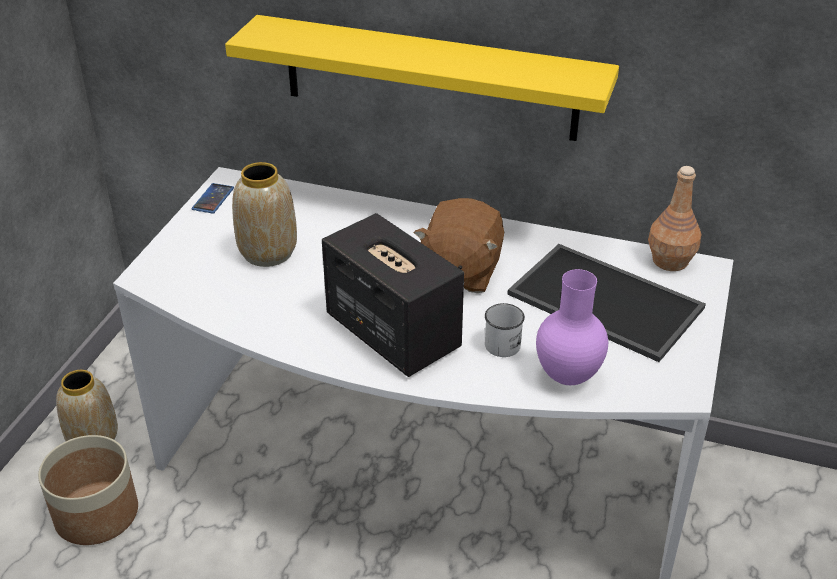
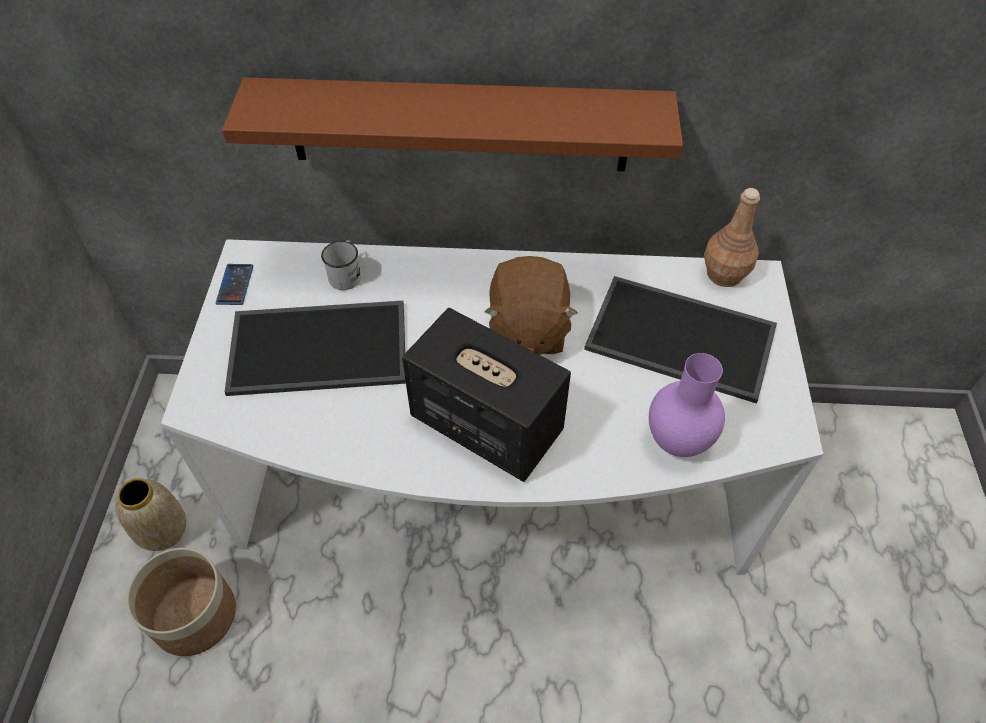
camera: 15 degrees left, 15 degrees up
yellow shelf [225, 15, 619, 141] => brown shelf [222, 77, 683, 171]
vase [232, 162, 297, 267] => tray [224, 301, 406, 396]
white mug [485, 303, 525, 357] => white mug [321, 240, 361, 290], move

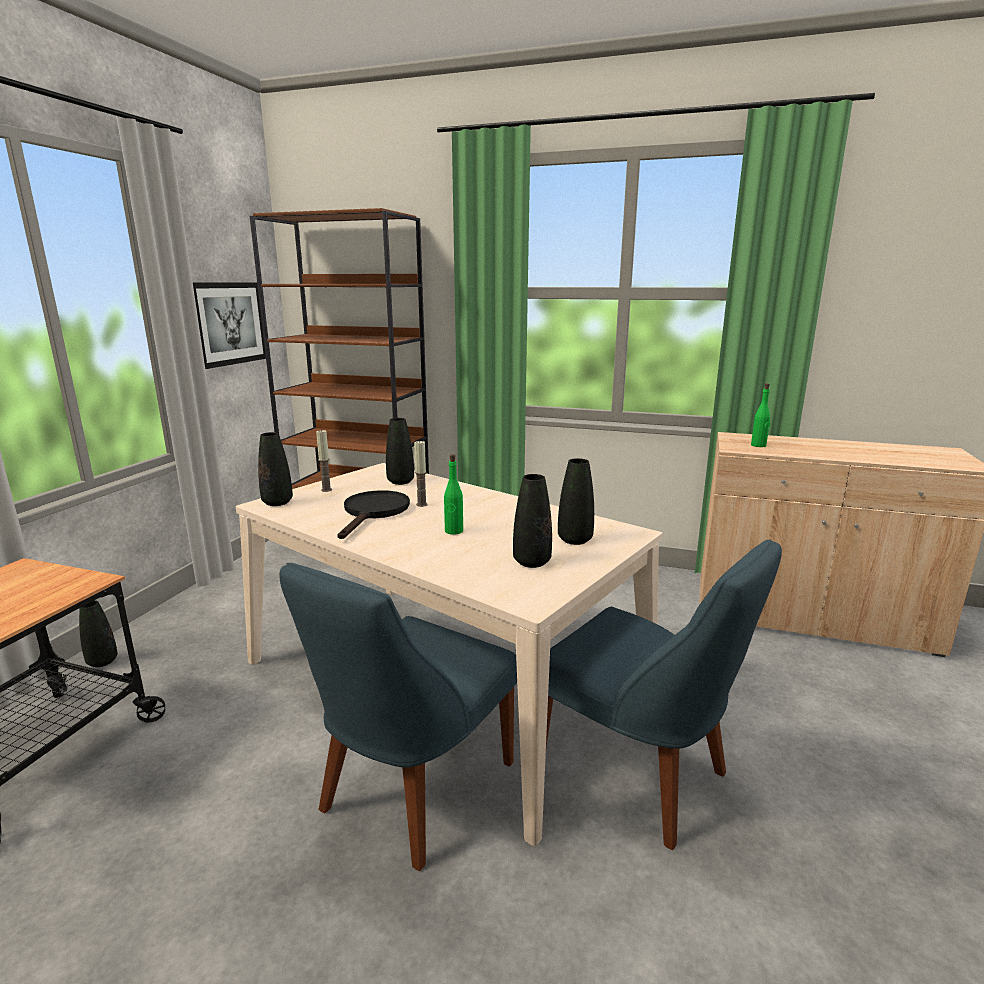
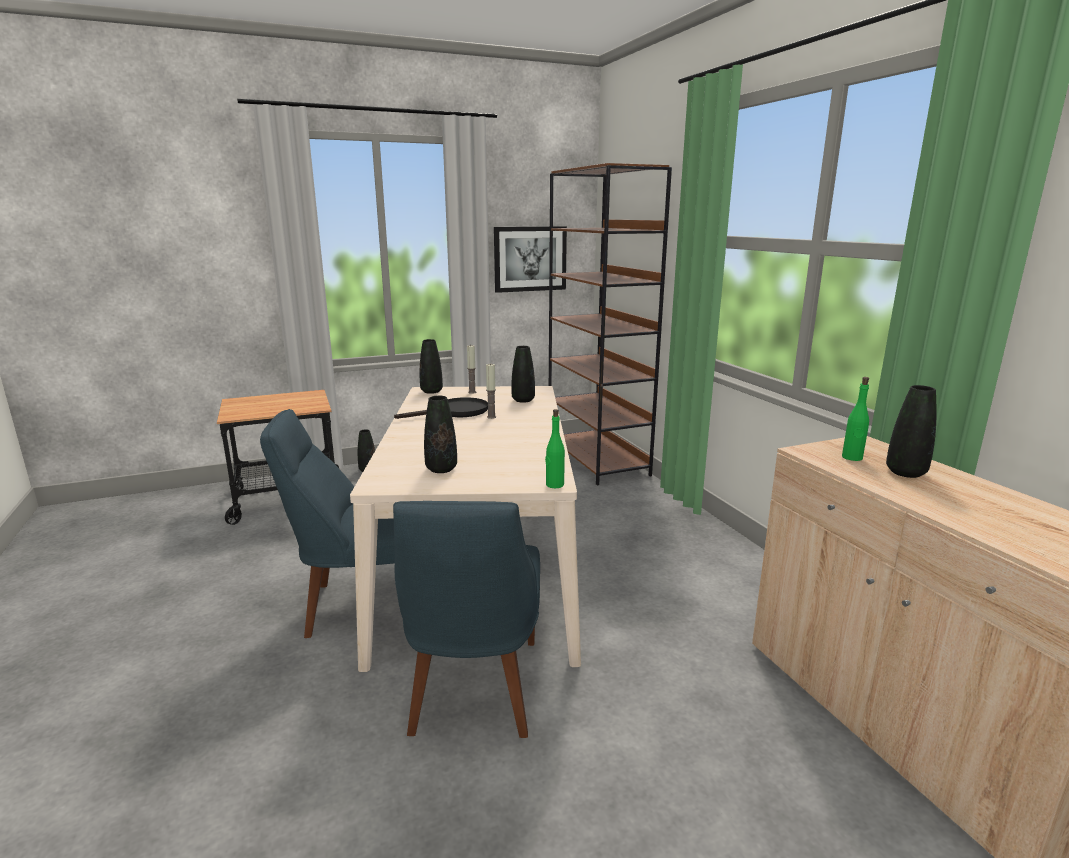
camera: 50 degrees right, 0 degrees up
green bottle [444, 454, 463, 535] => green bottle [545, 409, 565, 488], move
black vase [558, 458, 594, 545] => black vase [886, 385, 937, 478], move

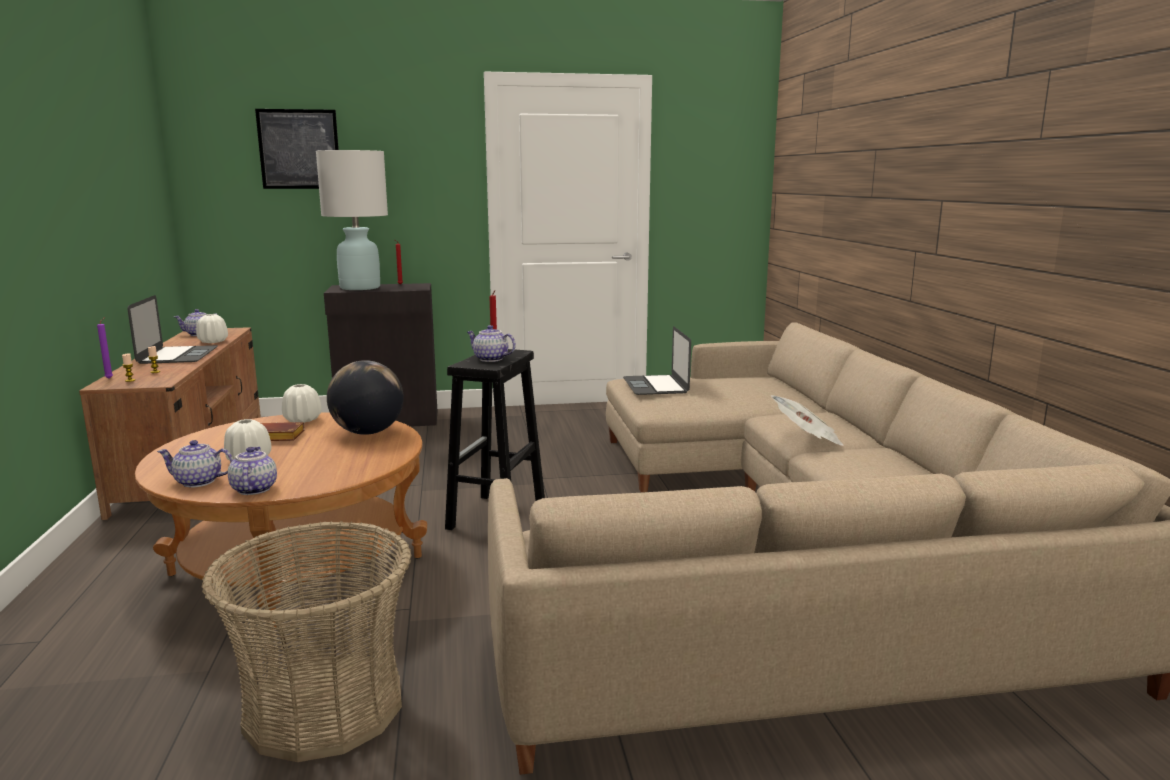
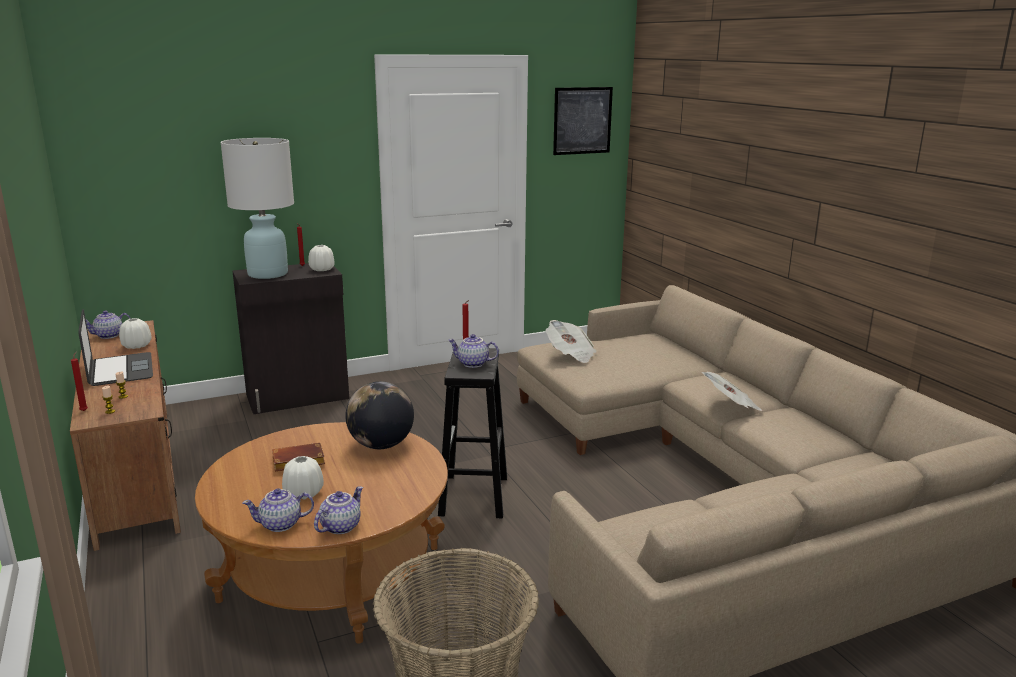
camera: 15 degrees left, 5 degrees up
purple candle [97, 317, 113, 379] => red candle [71, 351, 88, 411]
white vase [282, 384, 322, 423] => white vase [308, 245, 334, 271], move
teapot [228, 447, 277, 495] => teapot [314, 486, 363, 534], 60 degrees clockwise
laptop [623, 326, 691, 395] => newspaper [546, 320, 597, 363]
picture [255, 109, 339, 189] => picture [553, 87, 613, 155], move

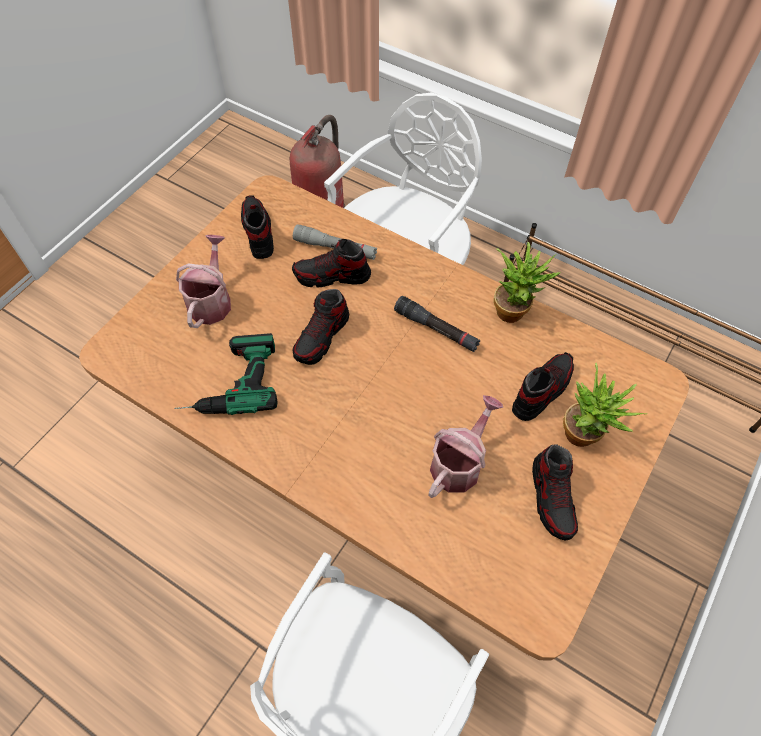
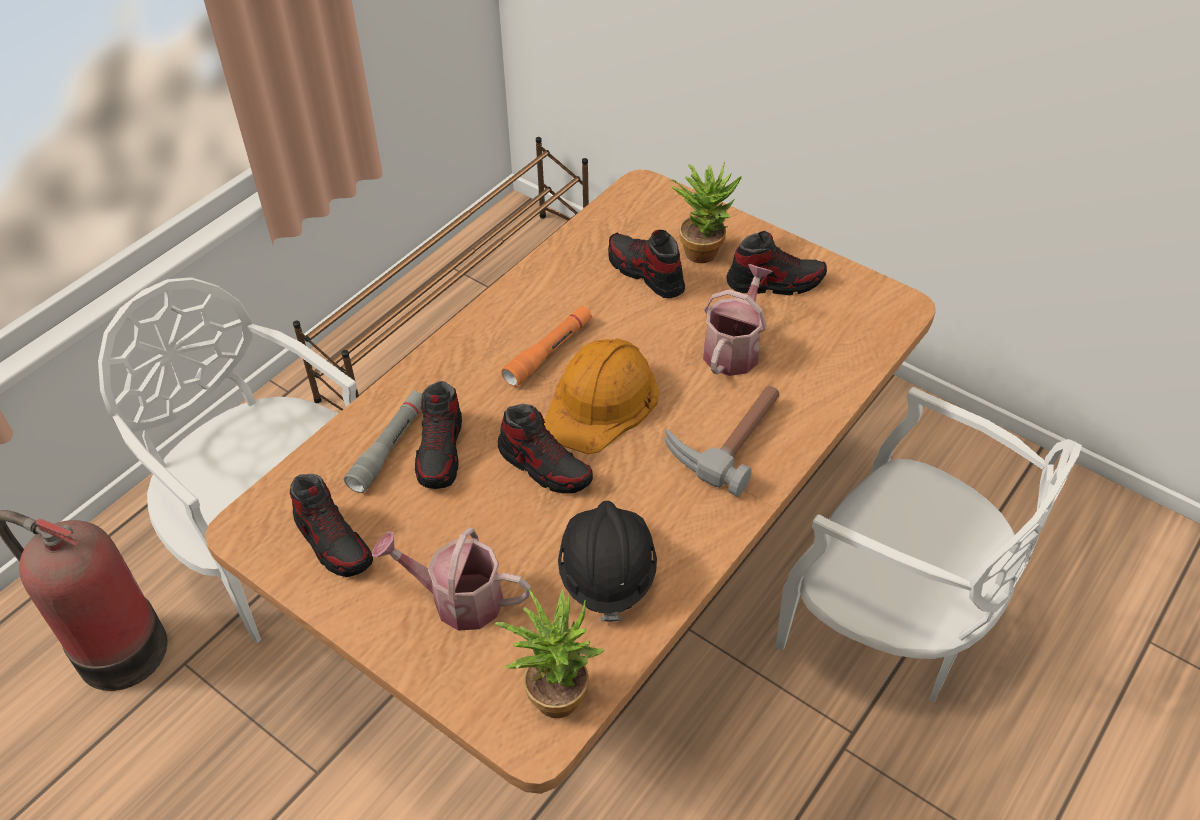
camera: 85 degrees left, 10 degrees down
shoe [241, 195, 274, 259] => shoe [290, 474, 373, 577], 120 degrees counterclockwise
potted plant [494, 242, 561, 323] => potted plant [495, 588, 604, 718], move
black flashlight [394, 296, 480, 352] => orange flashlight [501, 306, 592, 387]
nothing => orange hard hat [544, 338, 659, 454]
power drill [174, 333, 277, 415] => black hard hat [558, 501, 657, 622]
nothing => hammer [665, 385, 779, 497]
watering can [429, 395, 503, 498] => watering can [703, 264, 772, 376], 75 degrees clockwise

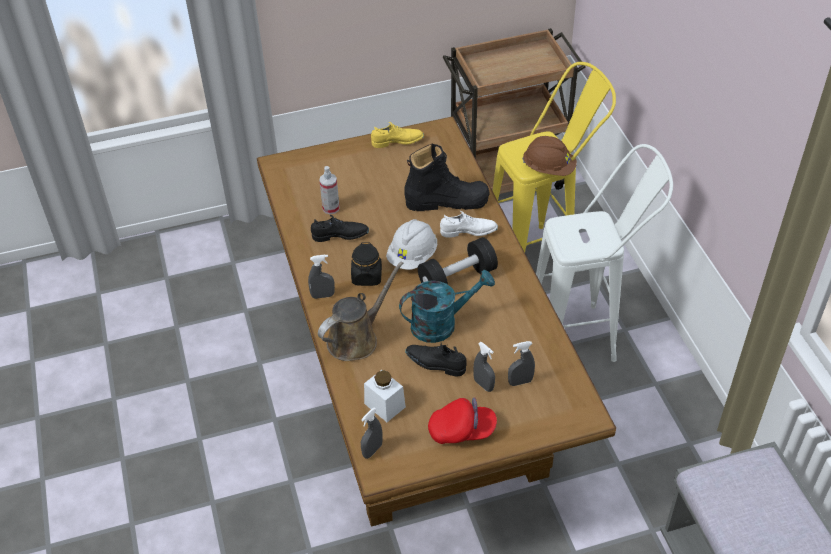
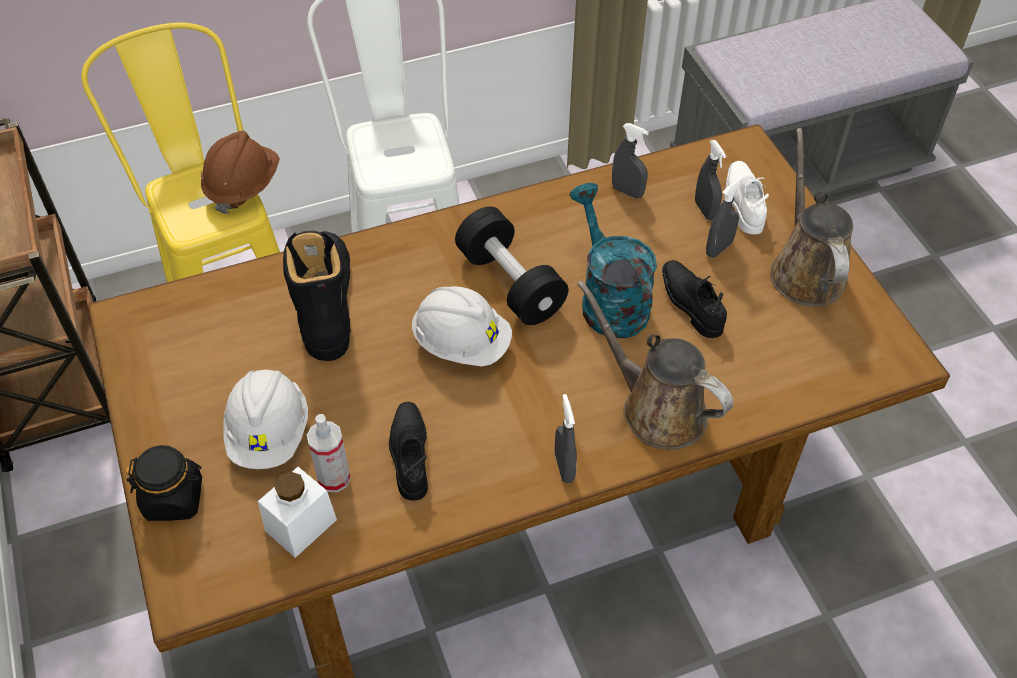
camera: 95 degrees left, 5 degrees up
black jar [351, 242, 382, 286] => black jar [126, 445, 202, 521], move
nothing => white hard hat [223, 370, 308, 469]
white jar [364, 370, 406, 422] => white jar [258, 467, 337, 558], move
grey spray bottle [361, 408, 383, 459] => grey spray bottle [612, 123, 649, 199], move
black shoe [405, 343, 467, 377] => black shoe [662, 260, 727, 338], 135 degrees clockwise
white shoe [440, 211, 498, 238] => white shoe [726, 161, 769, 234], move
red cap [428, 397, 497, 444] => brown watering can [770, 128, 853, 307]
yellow shoe [371, 122, 424, 148] => nothing

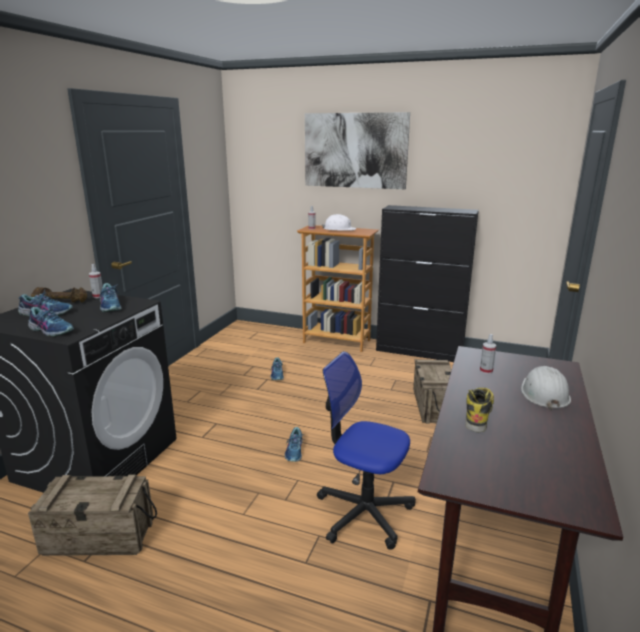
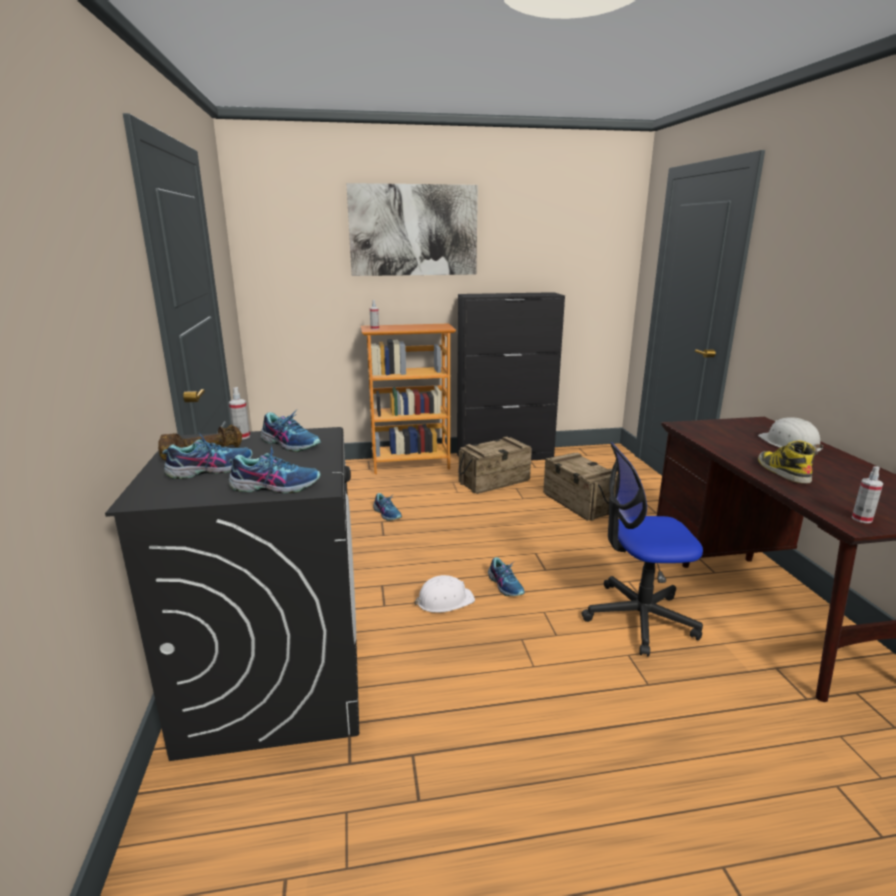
camera: 30 degrees left, 0 degrees up
white hard hat [322, 214, 356, 230] => white hard hat [415, 575, 475, 613], move
crate [28, 475, 157, 556] => crate [458, 436, 532, 494], move
spray bottle [480, 334, 496, 374] => spray bottle [852, 466, 884, 523], move

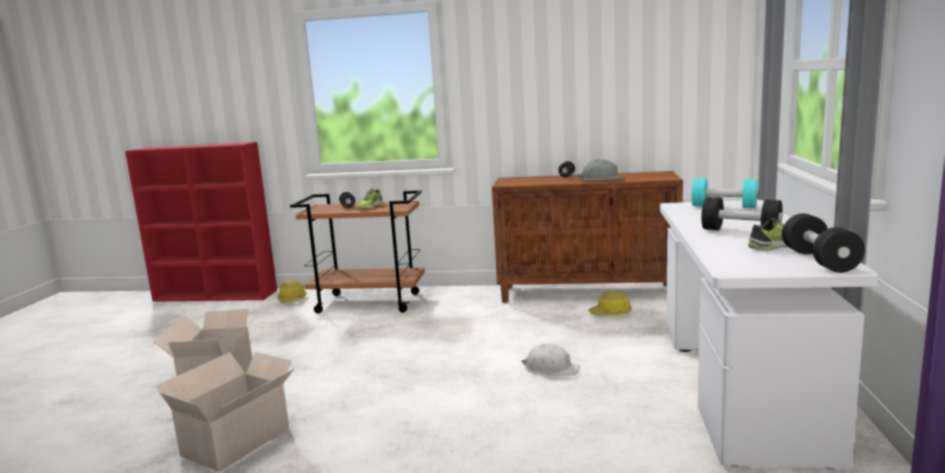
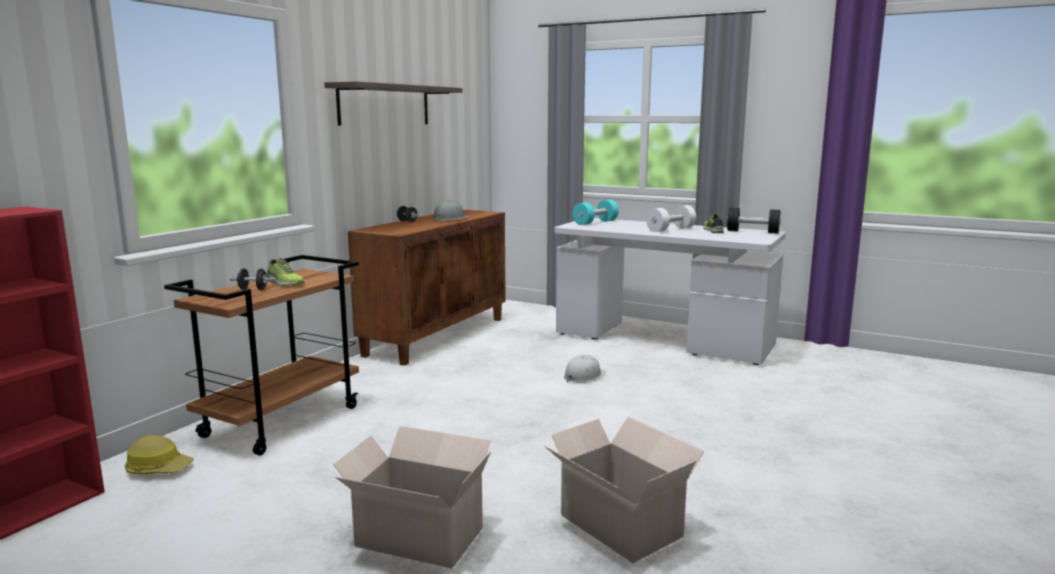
camera: 70 degrees left, 0 degrees up
nothing => shelf [324, 81, 463, 125]
black dumbbell [701, 197, 782, 230] => white dumbbell [646, 205, 696, 232]
hard hat [588, 290, 632, 316] => nothing

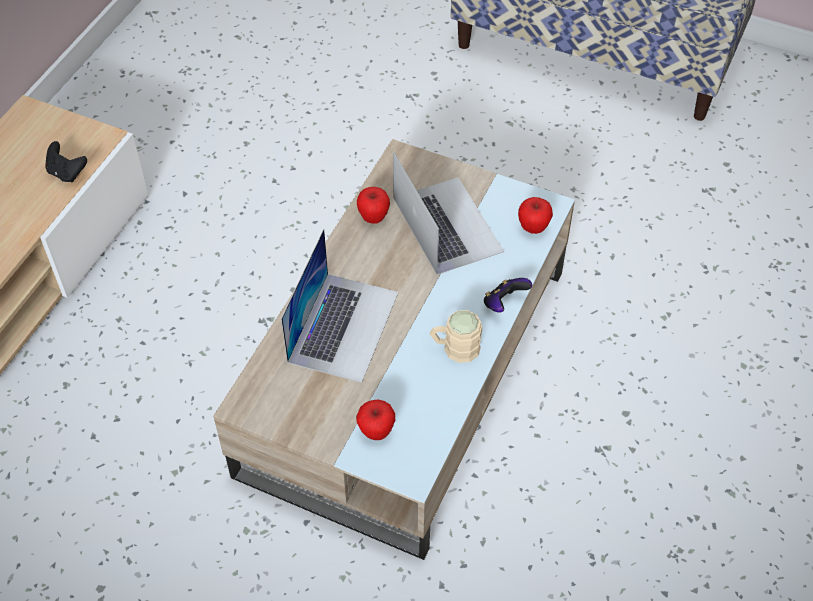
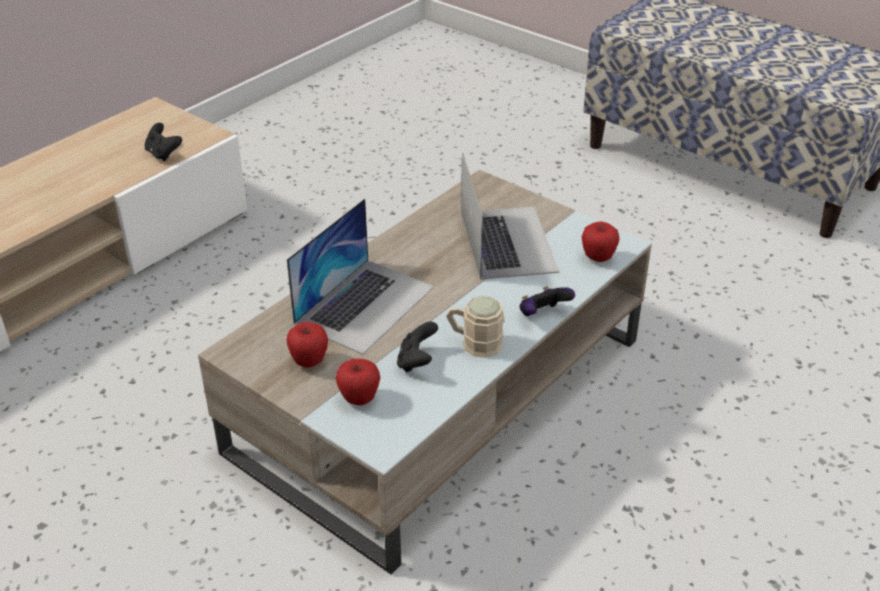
camera: 15 degrees right, 15 degrees down
apple [357, 187, 390, 224] => apple [287, 322, 328, 368], move
nothing => black game controller [397, 322, 438, 372]

